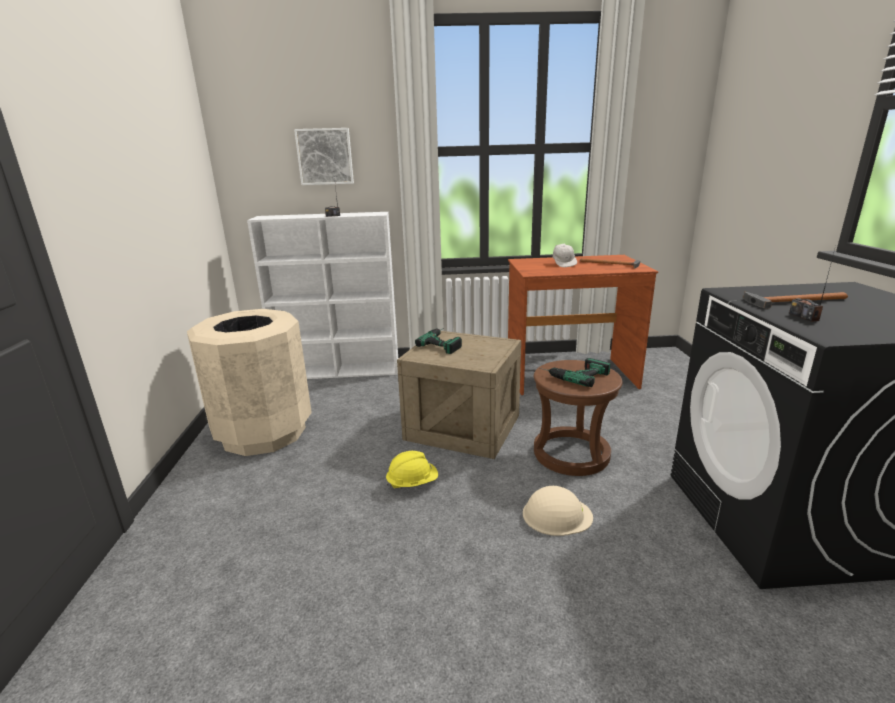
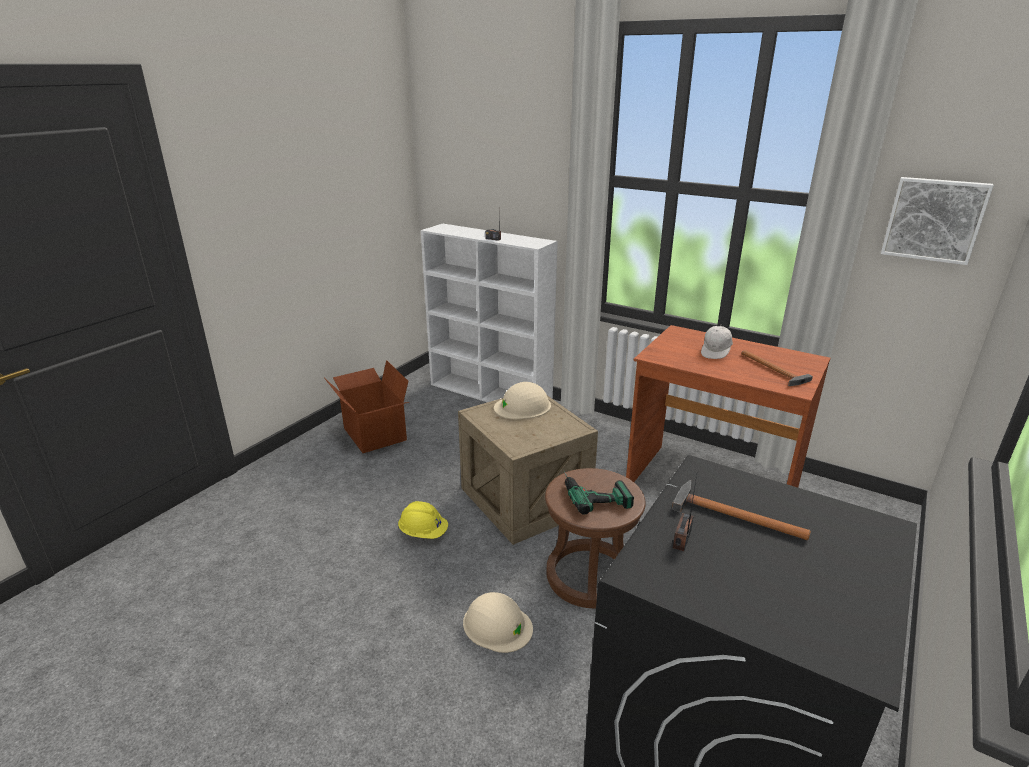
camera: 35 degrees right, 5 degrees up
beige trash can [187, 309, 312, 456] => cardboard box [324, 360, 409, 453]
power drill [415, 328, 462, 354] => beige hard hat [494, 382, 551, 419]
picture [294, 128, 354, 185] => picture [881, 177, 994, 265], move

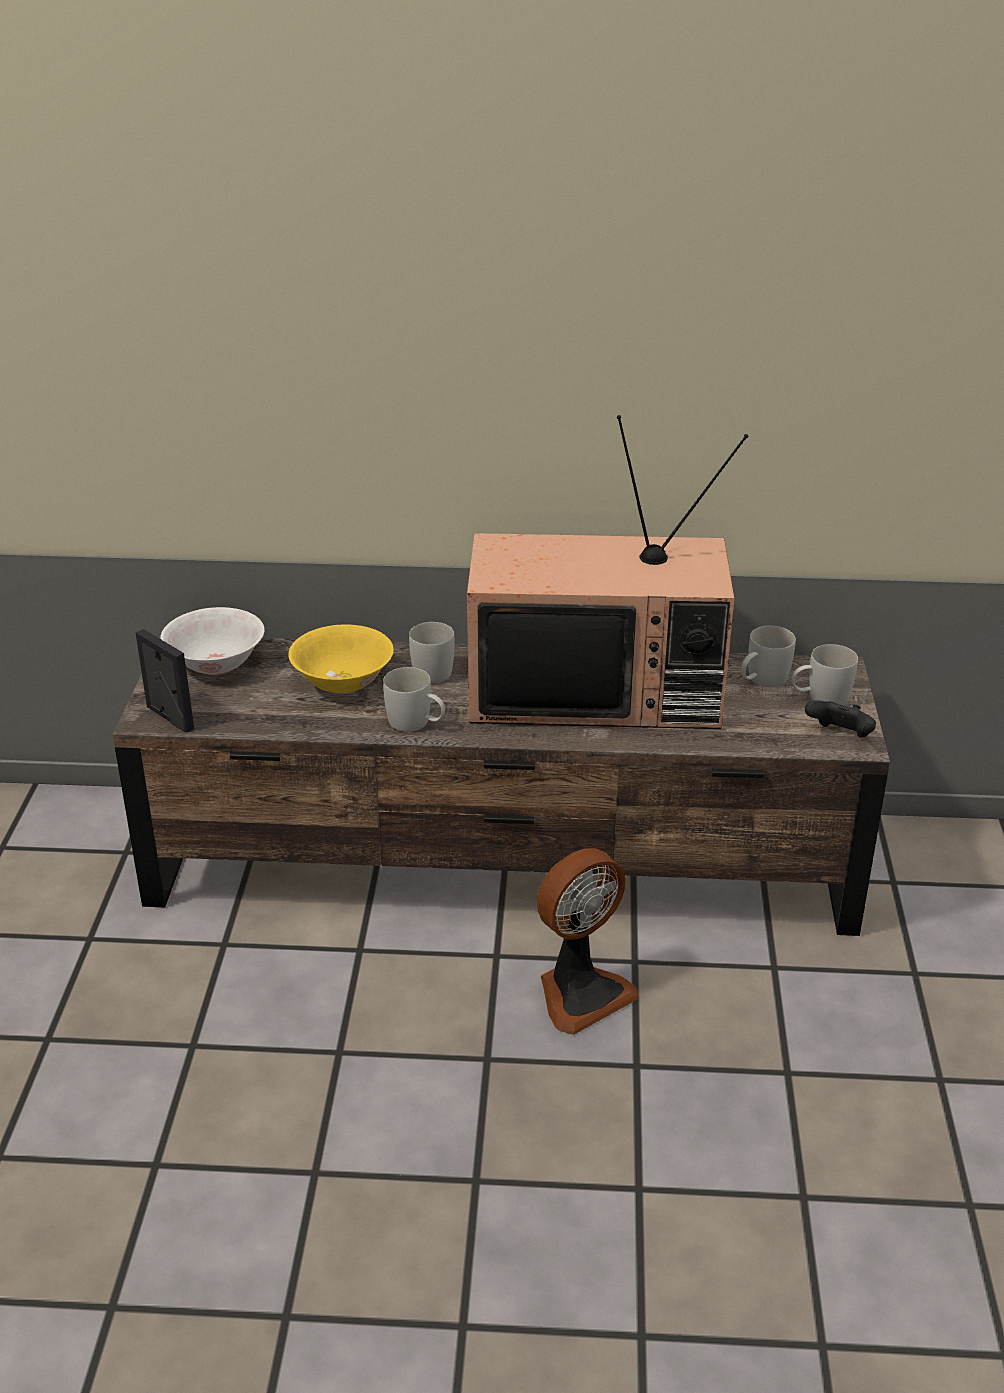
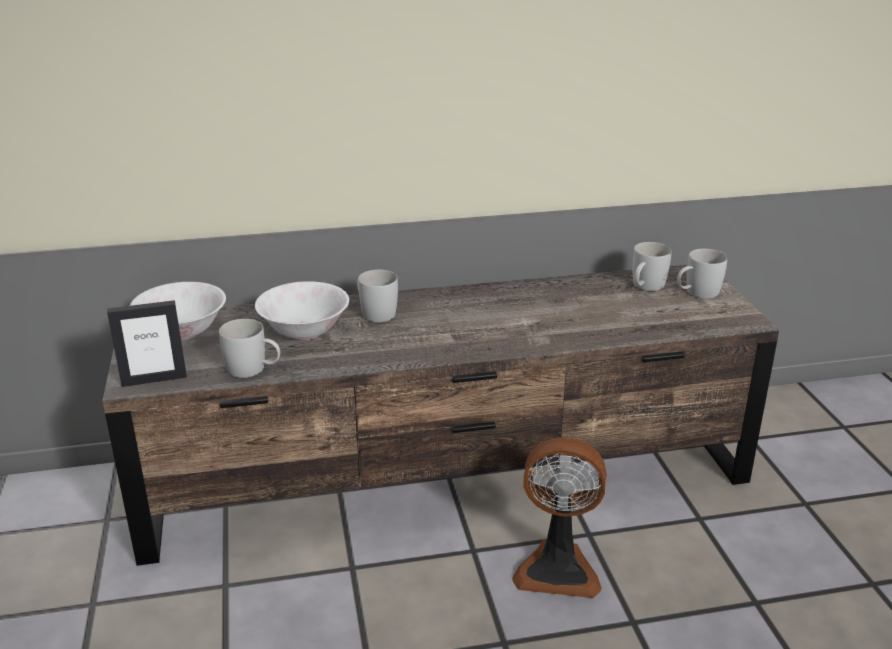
camera: 15 degrees left, 5 degrees down
picture frame [136, 629, 194, 733] => picture frame [107, 300, 187, 387], 135 degrees clockwise
white mug [383, 667, 445, 732] => white mug [219, 319, 280, 378], move
yellow bowl [288, 624, 394, 694] => white bowl [255, 281, 349, 340]
fan [537, 848, 639, 1035] => fan [512, 437, 607, 598], 60 degrees clockwise
television [467, 415, 749, 729] => nothing
black game controller [805, 700, 876, 738] => nothing

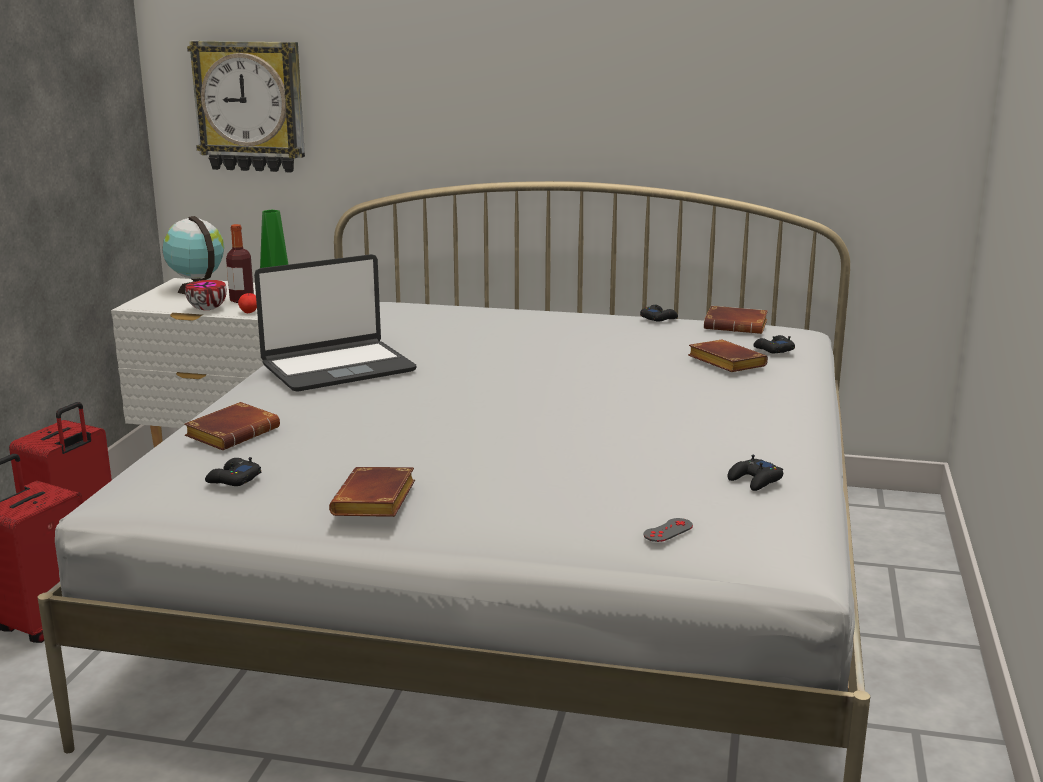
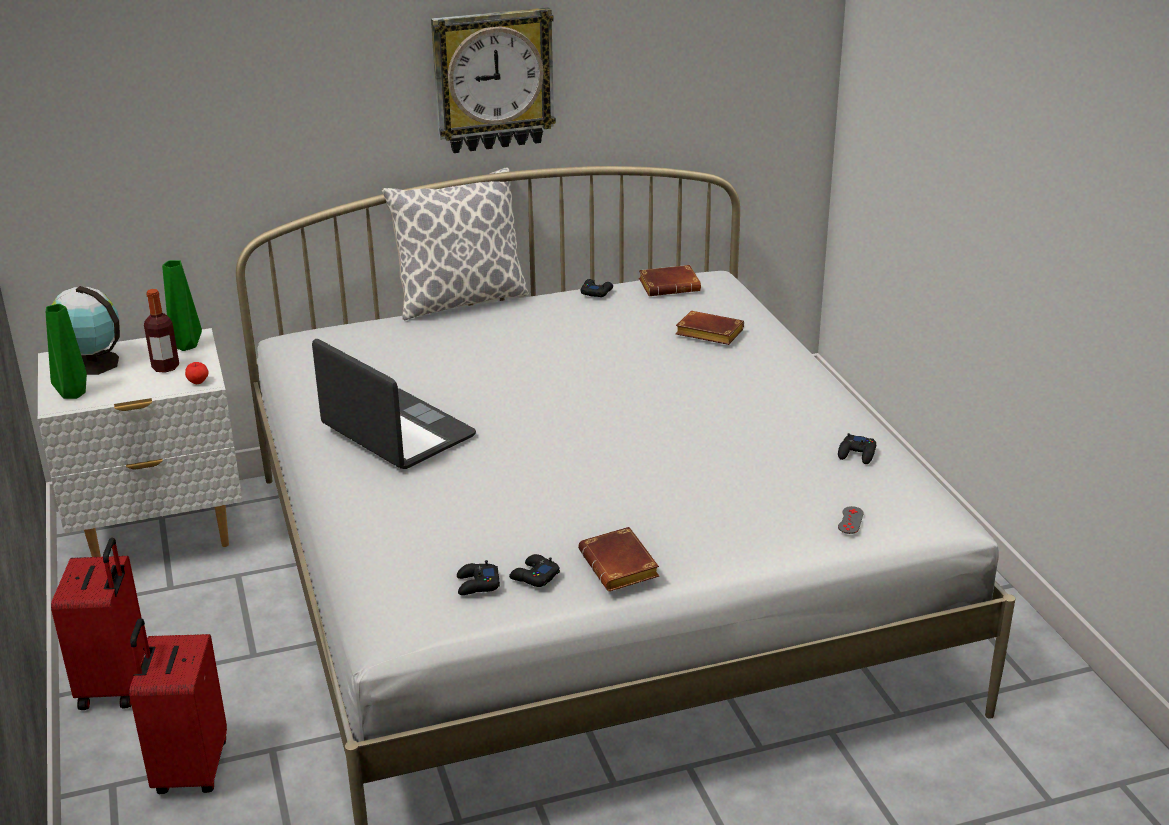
camera: 30 degrees left, 10 degrees up
nothing => green vase [46, 304, 87, 399]
laptop [254, 254, 417, 392] => laptop [312, 339, 476, 469], 75 degrees counterclockwise
nothing => pillow [382, 168, 529, 320]
wall clock [187, 41, 305, 172] => wall clock [431, 7, 556, 153], move
black game controller [753, 335, 795, 353] => black game controller [509, 554, 560, 587], move
brown book [184, 402, 280, 450] => nothing
bowl [185, 280, 227, 310] => nothing

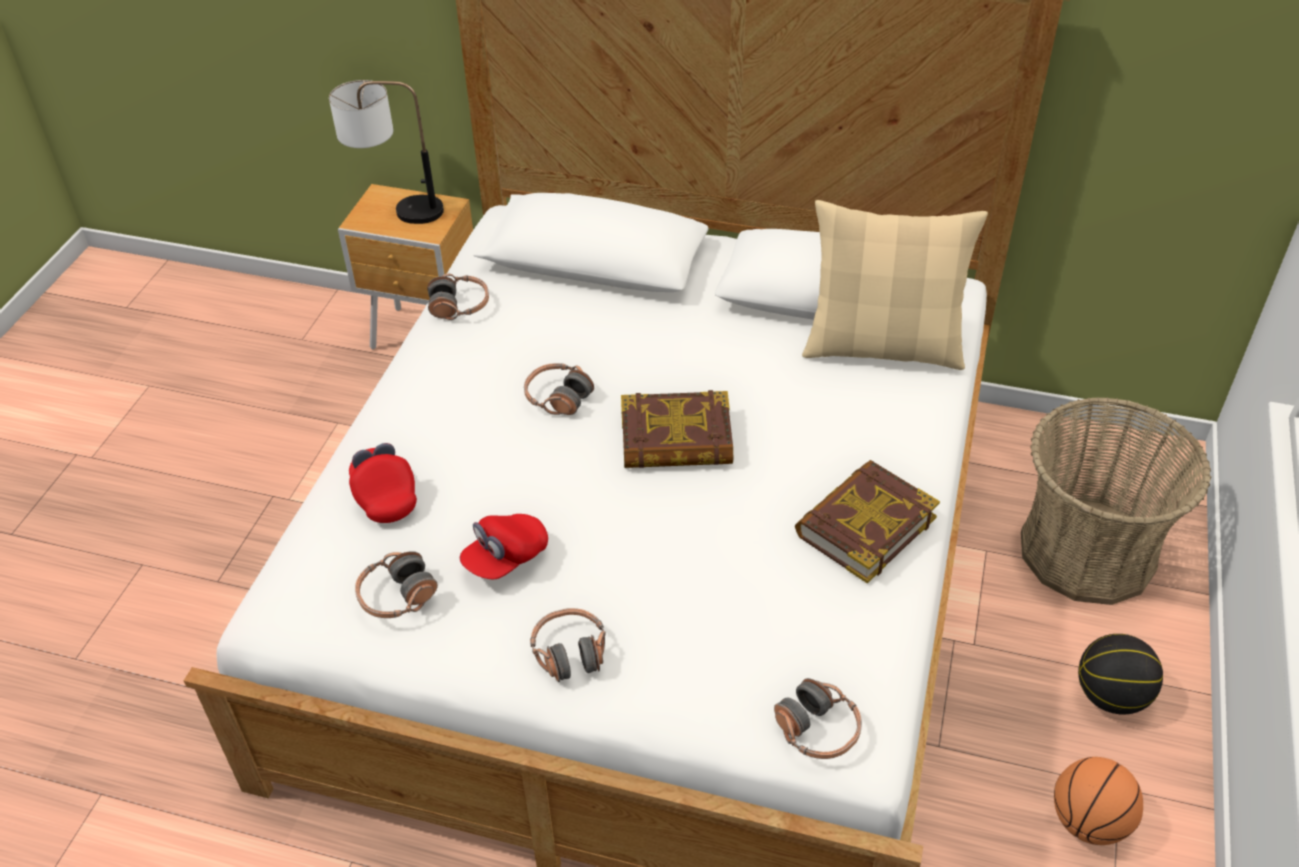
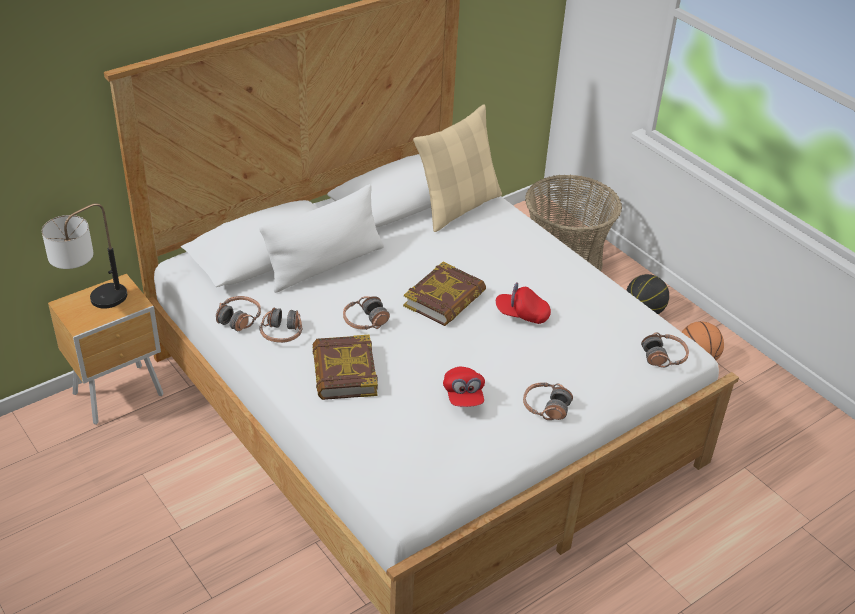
camera: 55 degrees left, 5 degrees down
nothing => white pillow [259, 184, 384, 293]
headphones [355, 551, 438, 618] => headphones [259, 307, 303, 343], move
book [795, 460, 940, 583] => book [313, 335, 378, 400], move
red cap [349, 443, 417, 523] => red cap [496, 282, 551, 324], move

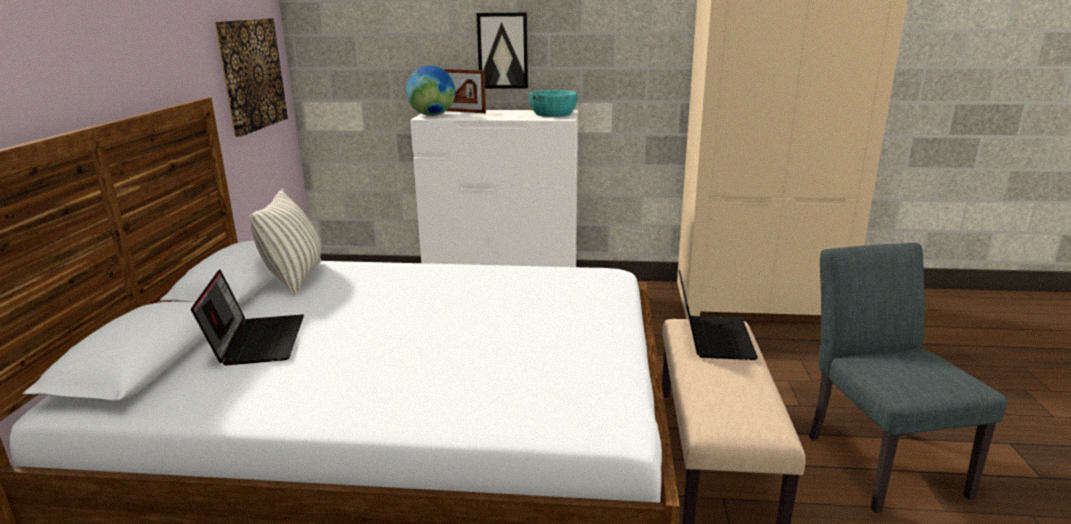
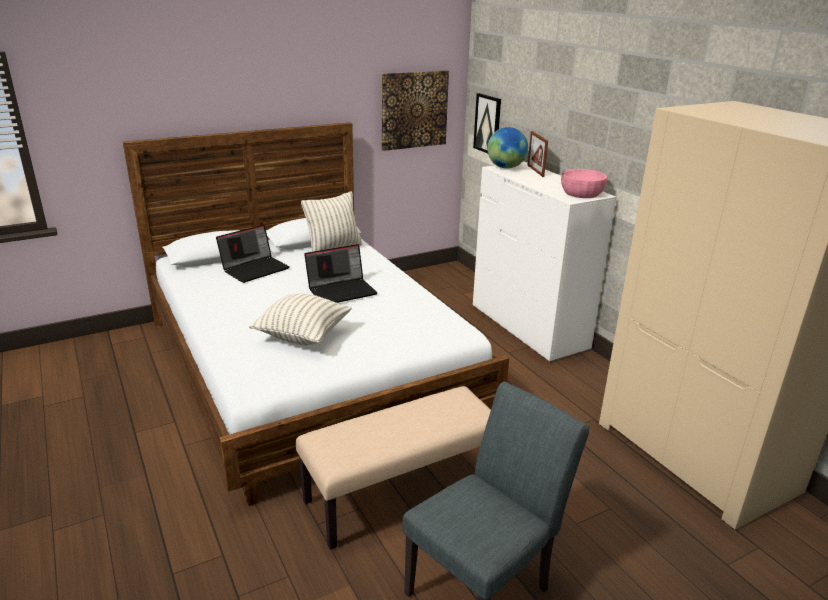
camera: 55 degrees right, 5 degrees up
nothing => pillow [249, 293, 352, 345]
laptop [678, 270, 758, 360] => laptop [304, 244, 377, 303], move
picture [477, 12, 528, 89] => picture [473, 93, 501, 153], move
turquoise bowl [529, 90, 578, 117] => pink bowl [561, 169, 607, 198]

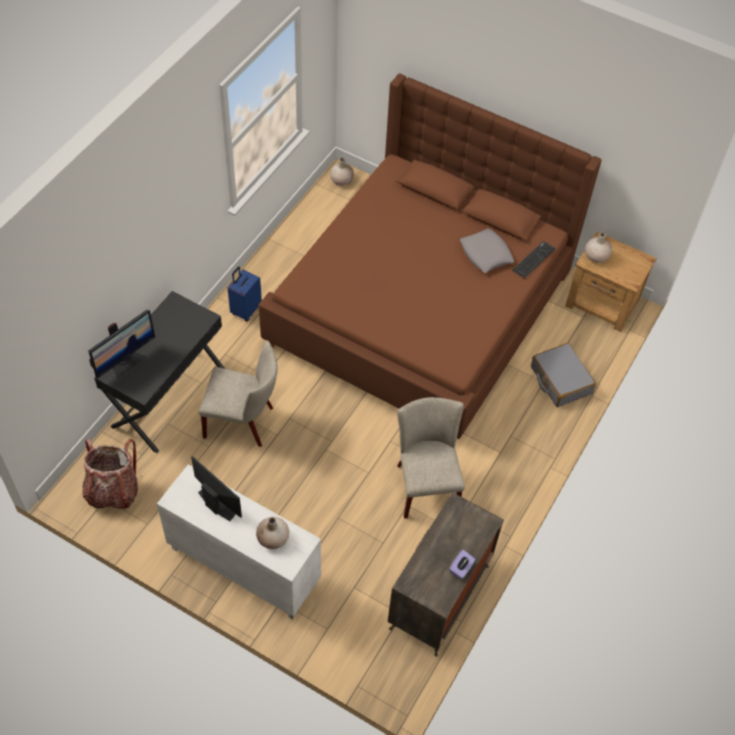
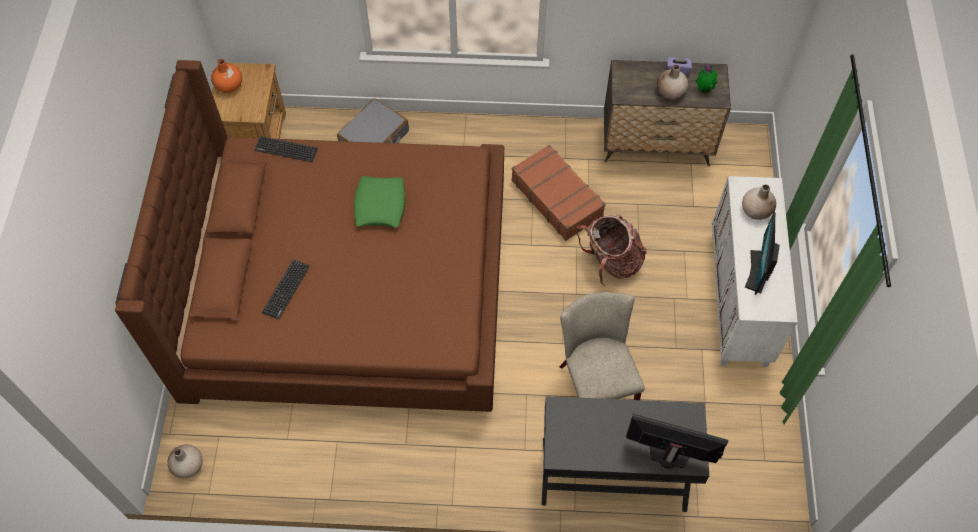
camera: 115 degrees left, 5 degrees up
nothing => orange vase [211, 59, 242, 93]
nothing => keyboard [262, 259, 310, 320]
nothing => green pillow [354, 176, 405, 227]
beige chair [397, 397, 465, 518] => brown suitcase [511, 145, 606, 241]
backpack [82, 439, 138, 509] => backpack [576, 215, 647, 286], move
beige vase [585, 232, 612, 263] => beige vase [657, 64, 688, 99], move
nothing => potted plant [696, 63, 717, 94]
blue suitcase [228, 266, 262, 321] => nothing
grey pillow [460, 228, 514, 273] => nothing

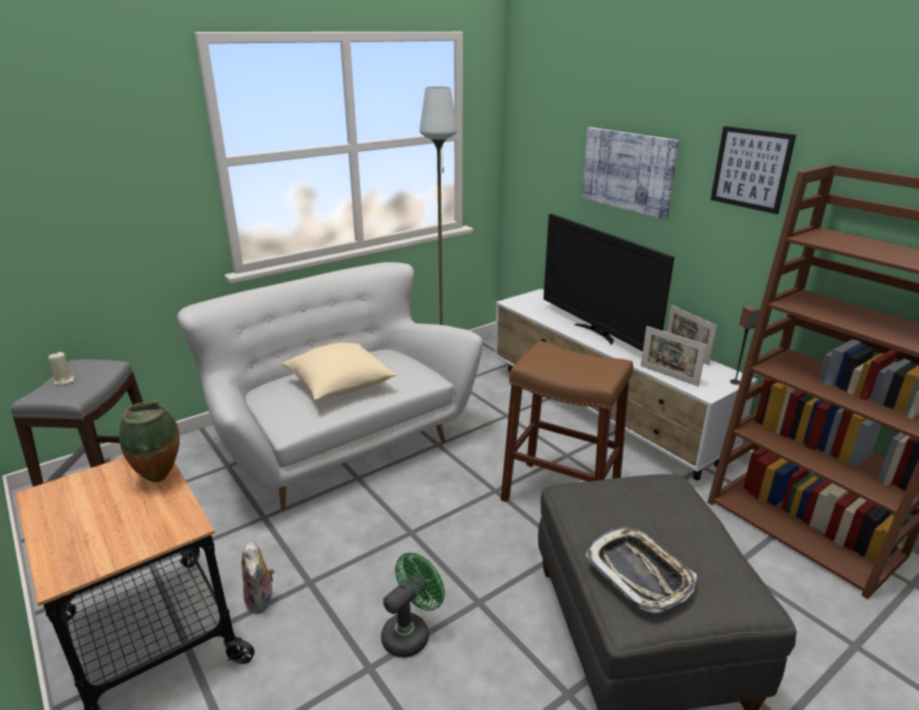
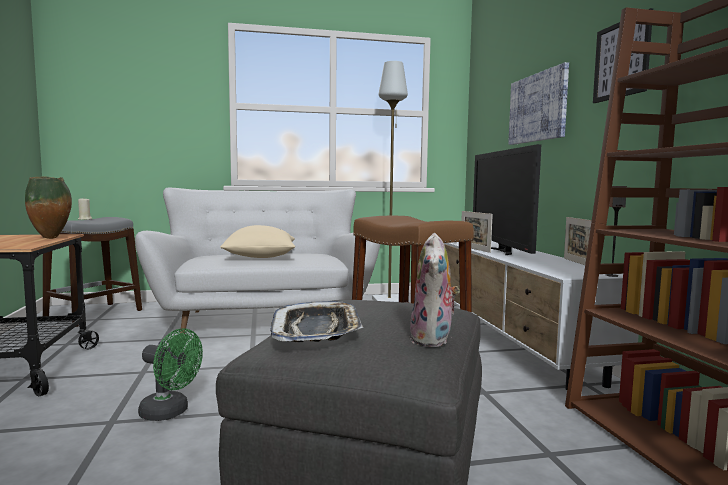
camera: 25 degrees right, 20 degrees down
green fan [381, 553, 445, 658] => green fan [138, 328, 203, 421], 45 degrees clockwise
plush toy [242, 541, 275, 614] => plush toy [410, 233, 460, 347], move
picture frame [641, 326, 707, 387] => picture frame [461, 211, 493, 253], move

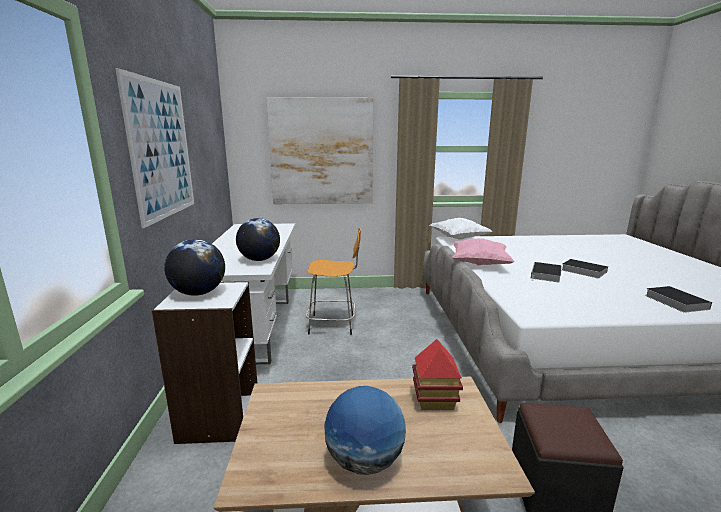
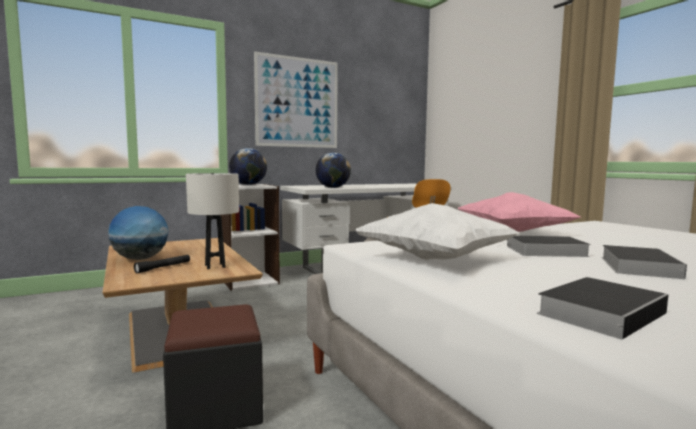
camera: 65 degrees right, 10 degrees down
nothing => black flashlight [134, 255, 190, 273]
toy house [412, 339, 463, 410] => white table lamp [186, 173, 239, 269]
white pillow [430, 218, 493, 240] => white pillow [354, 203, 520, 260], move
picture [266, 97, 373, 204] => nothing

